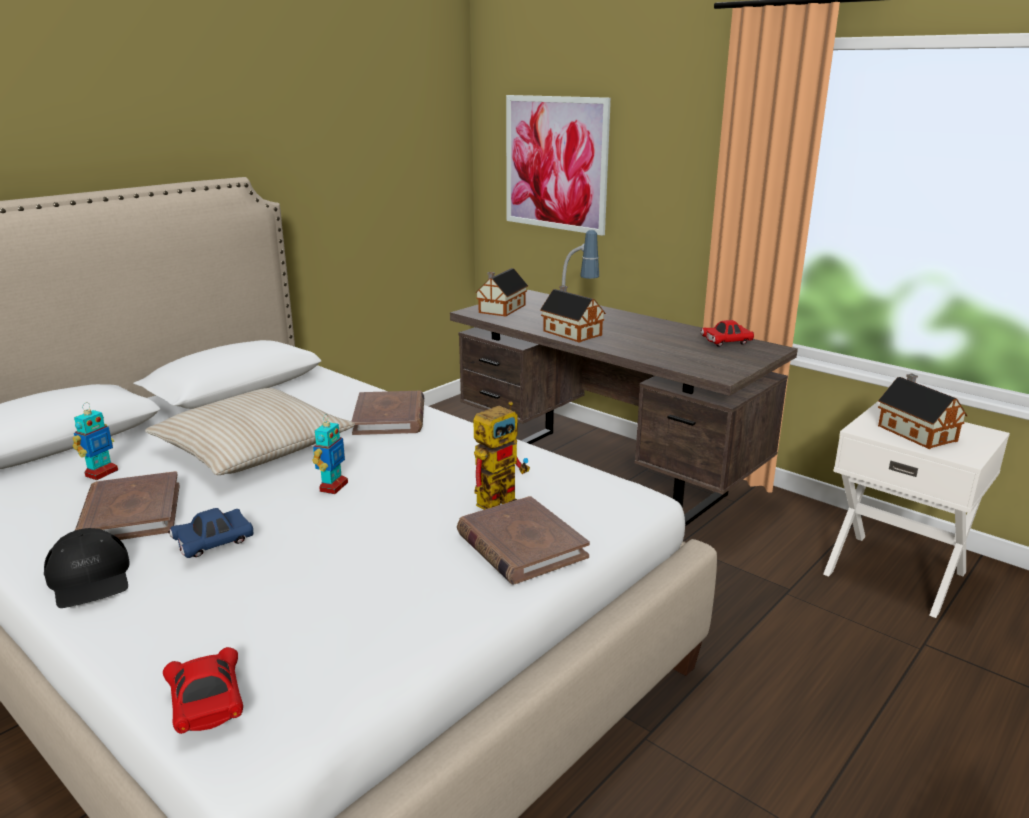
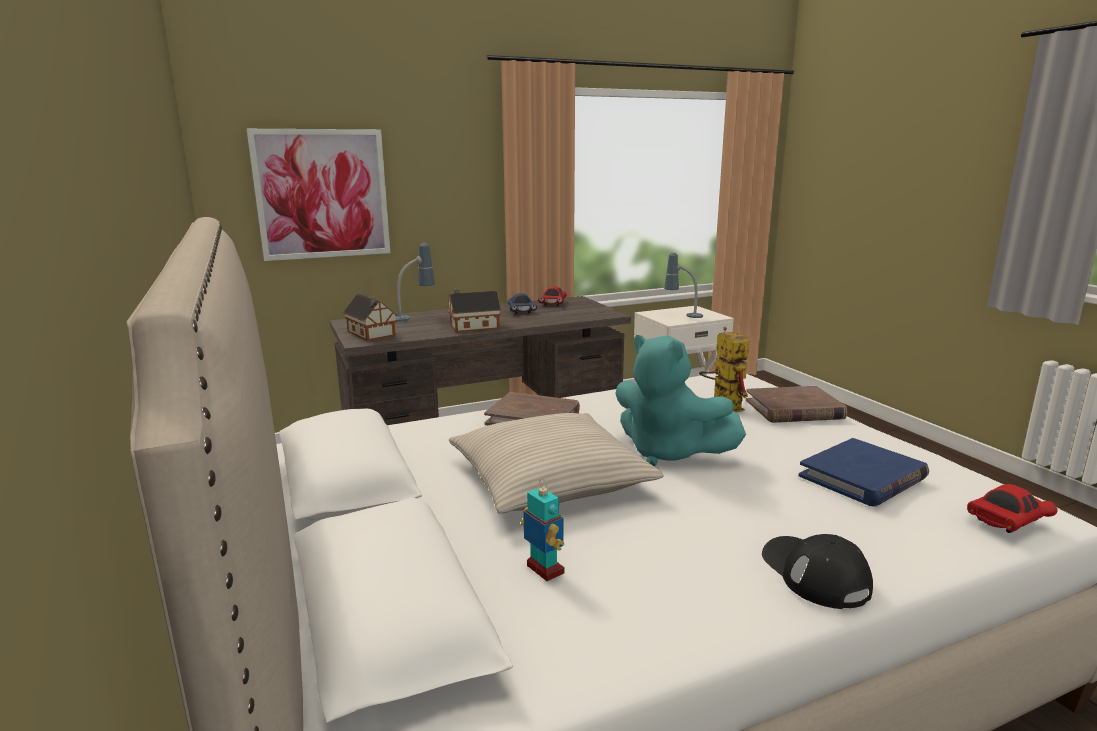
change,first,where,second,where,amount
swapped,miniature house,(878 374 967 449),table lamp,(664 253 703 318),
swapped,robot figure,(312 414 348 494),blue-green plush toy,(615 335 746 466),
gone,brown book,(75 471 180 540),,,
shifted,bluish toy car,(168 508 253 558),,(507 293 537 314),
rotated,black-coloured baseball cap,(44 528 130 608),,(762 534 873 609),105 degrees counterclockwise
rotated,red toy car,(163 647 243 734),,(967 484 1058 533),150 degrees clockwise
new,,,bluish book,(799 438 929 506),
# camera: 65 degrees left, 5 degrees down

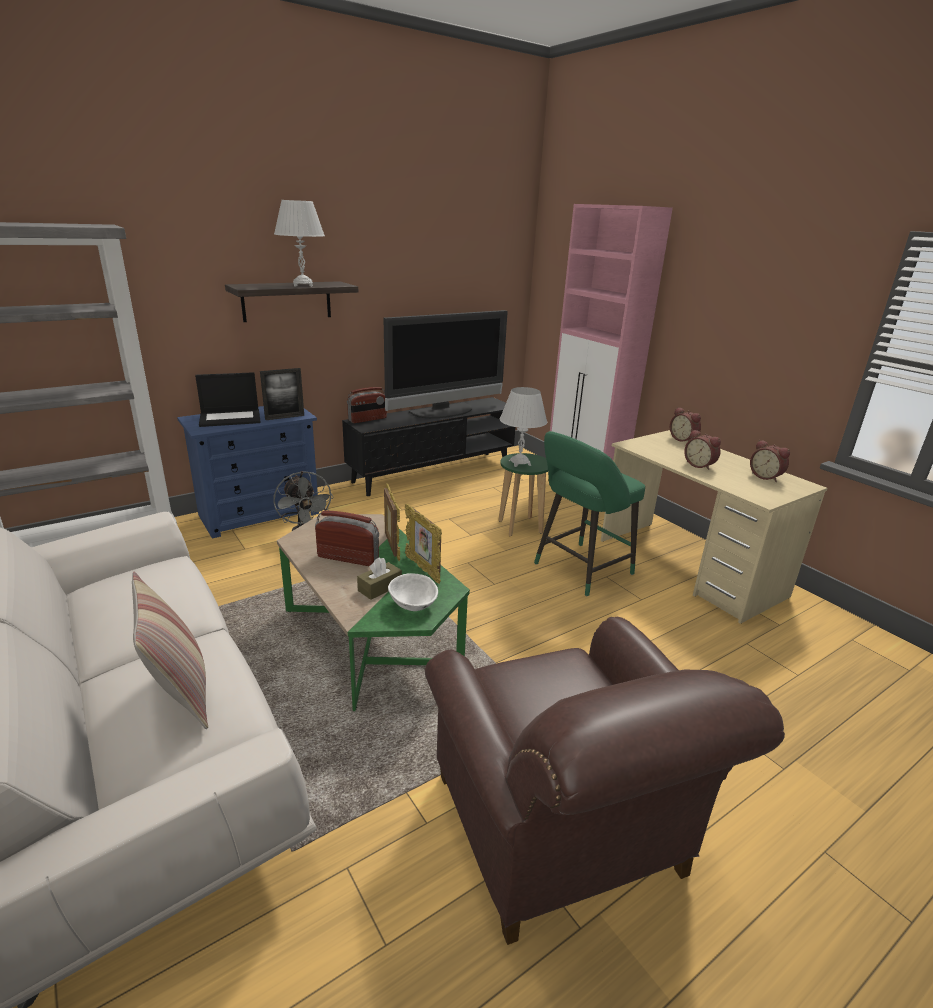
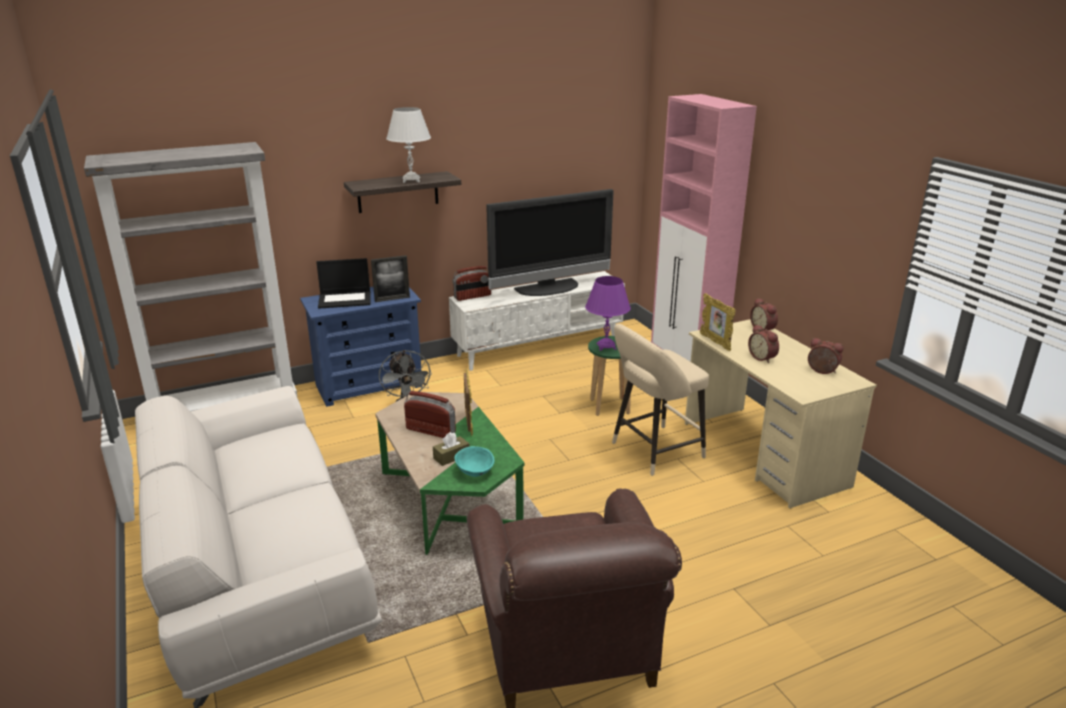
change,first,where,second,where,amount
repainted,white table lamp,(500 387 547 467),purple-coloured table lamp,(585 276 631 351),
repainted,black-coloured tv stand,(342 397 515 496),white tv stand,(449 271 625 371),
repainted,green stool seat,(534 431 645 596),sand-coloured stool seat,(612 324 709 476),
rotated,bedside clock,(750 440 790 482),,(808 338 844 374),150 degrees clockwise
shifted,photo frame,(405 504 442 584),,(700 293 735 351),
gone,pillow,(132 572 208 729),,,
repainted,white bowl,(388 573 438 611),blue-green bowl,(454 446 495 477),
# camera: 10 degrees right, 0 degrees up

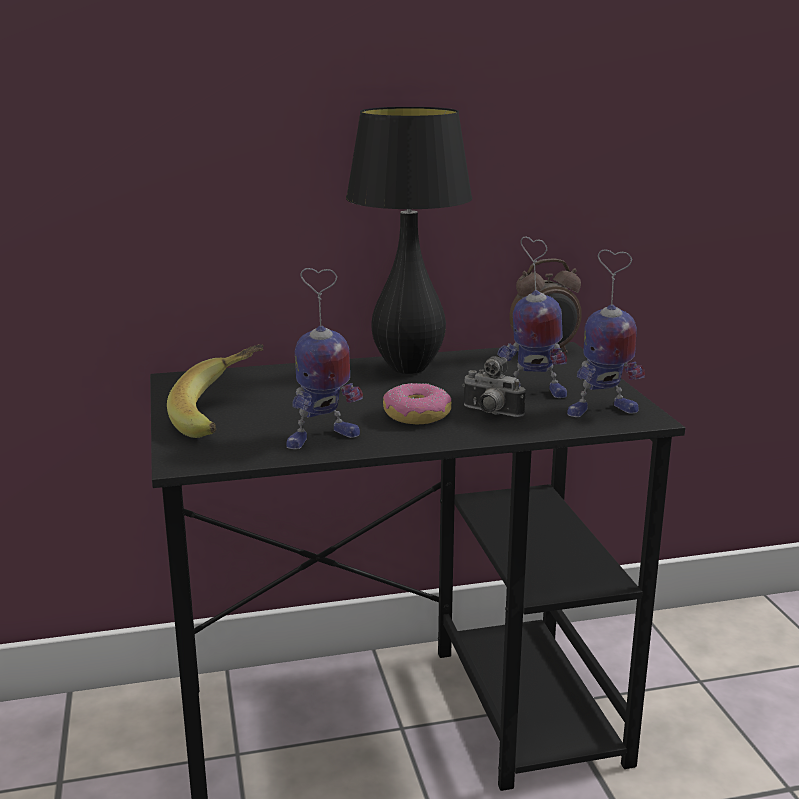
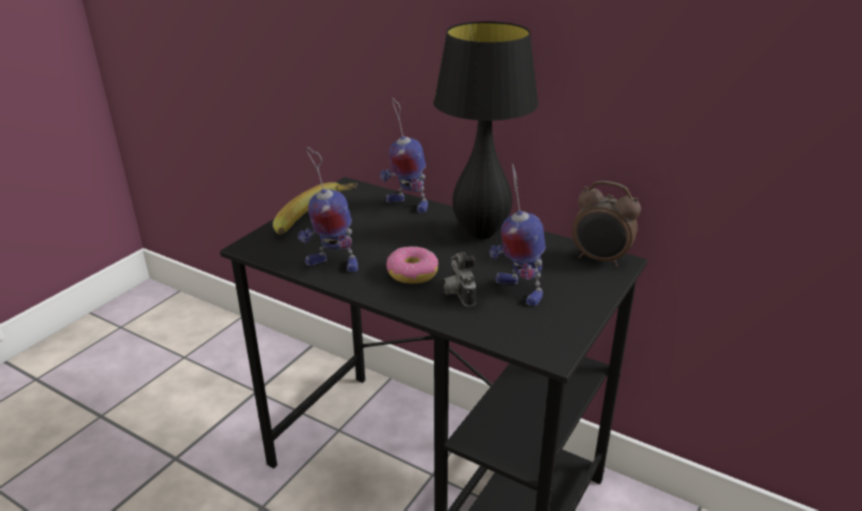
change,first,where,second,where,amount
shifted,robot figure,(567 249 645 417),,(380 98 428 213),
# camera: 45 degrees right, 10 degrees up

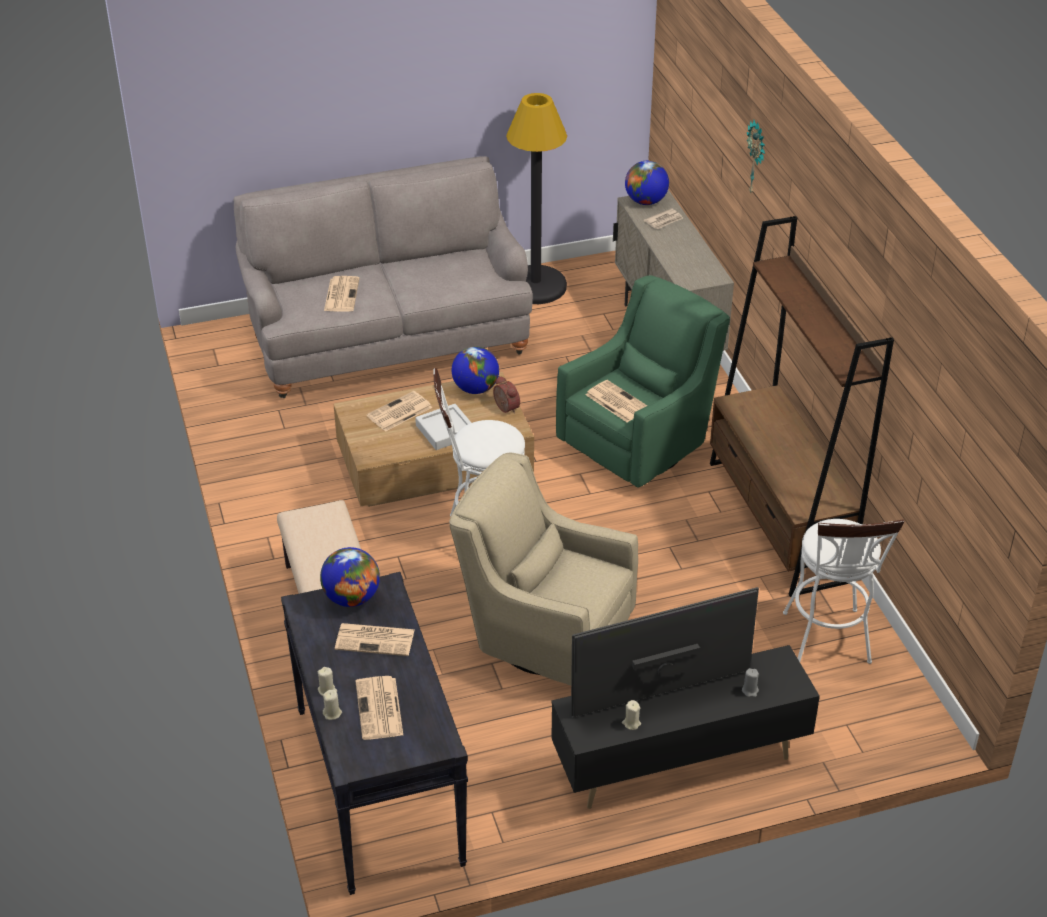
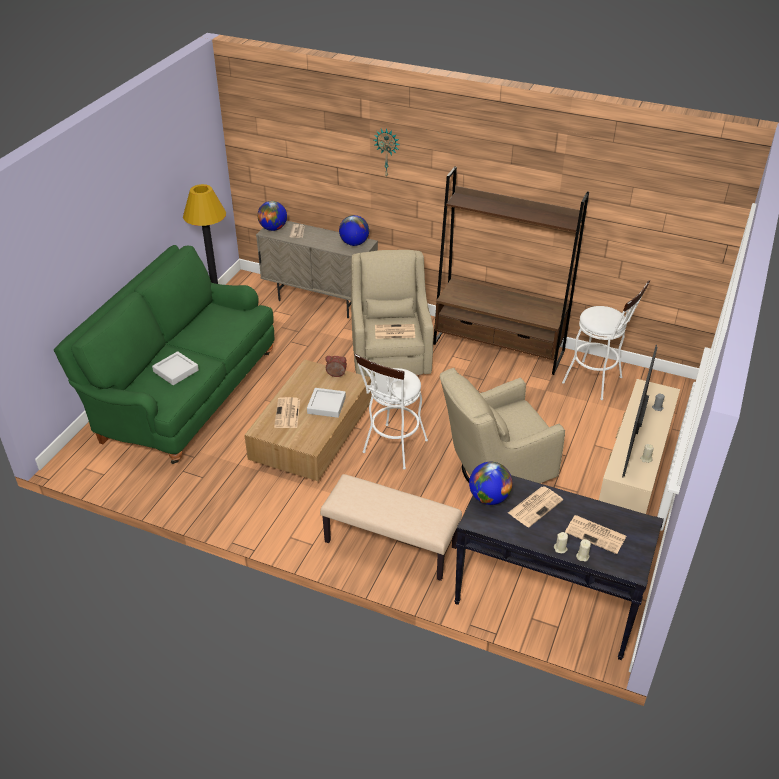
change,first,where,second,where,amount
repainted,grey sofa,(234 156 533 398),green sofa,(54 245 274 464),
repainted,green easy chair,(556 275 730 488),sand-coloured easy chair,(351 250 434 377),
swapped,newspaper,(324 276 359 312),grey carrying tray,(152 351 199 385),
shifted,globe,(452 346 499 394),,(339 215 369 246),
repainted,black-coloured tv stand,(551 645 820 809),sand-coloured tv stand,(599 379 680 514),
# camera: 50 degrees left, 0 degrees up

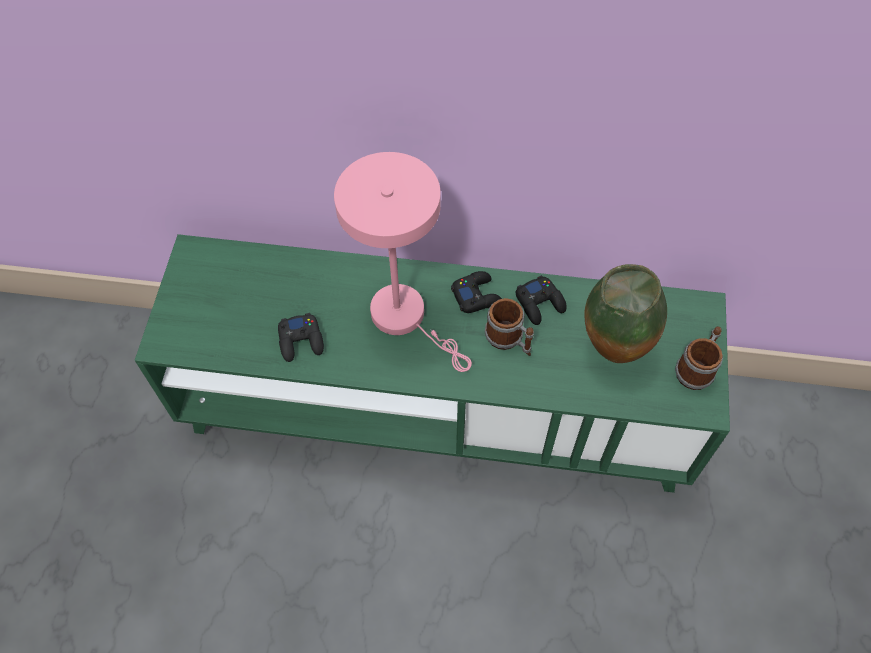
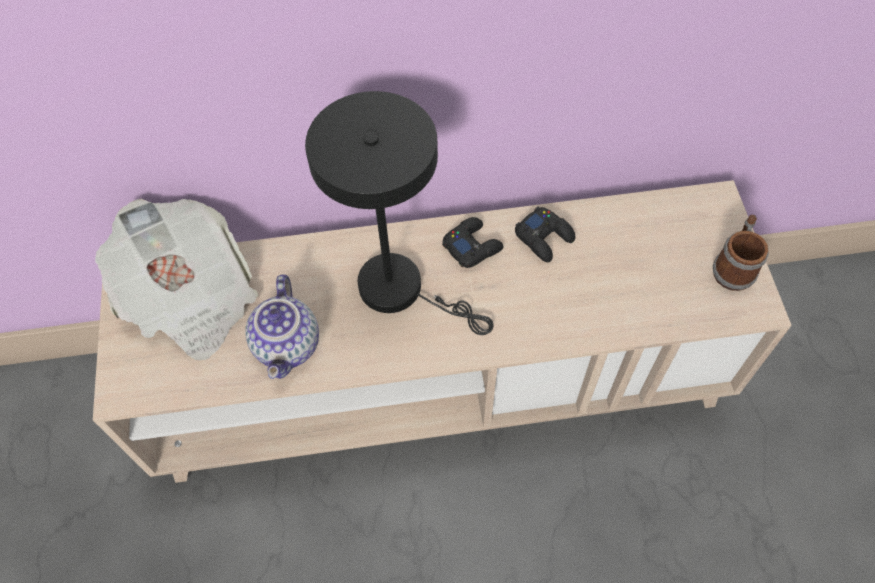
change,first,where,second,where,amount
repainted,pink-coloured table lamp,(334 152 472 372),black-coloured table lamp,(305 91 493 335),
repainted,green tv stand,(135 234 730 493),sand-coloured tv stand,(93 180 792 483),
gone,vase,(584 264 667 363),,,
gone,coffee mug,(485 298 534 356),,,
swapped,black-coloured game controller,(278 313 324 362),teapot,(245 274 319 379),
new,,,newspaper,(95 199 258 361),
# camera: 15 degrees left, 0 degrees up

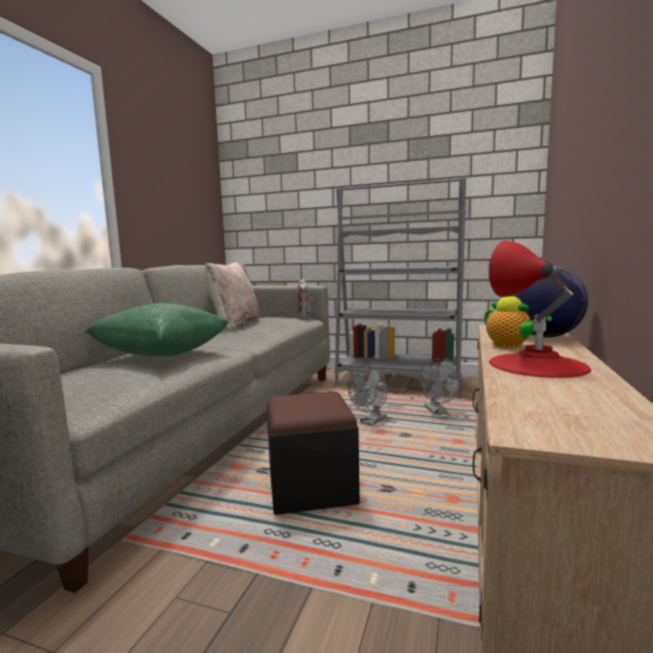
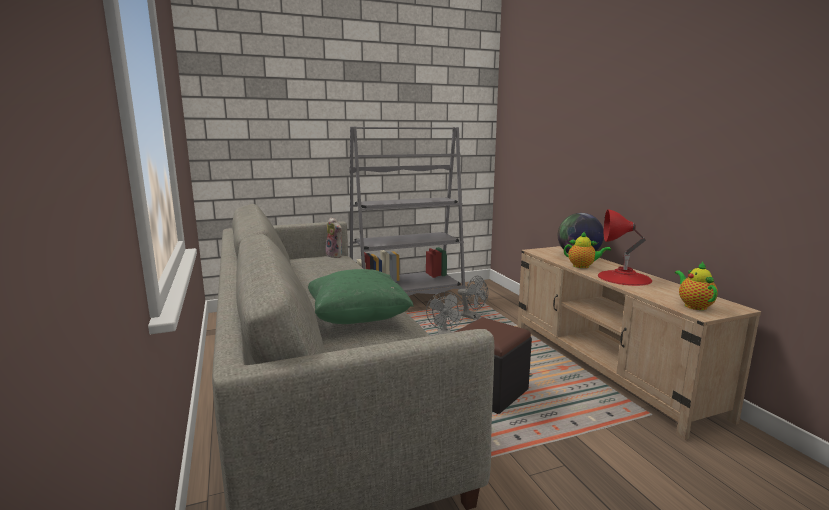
change,first,where,second,where,amount
gone,sand-coloured pillow,(204 262 260 331),,,
new,,,teapot,(675 261 718 310),
# camera: 40 degrees left, 5 degrees up

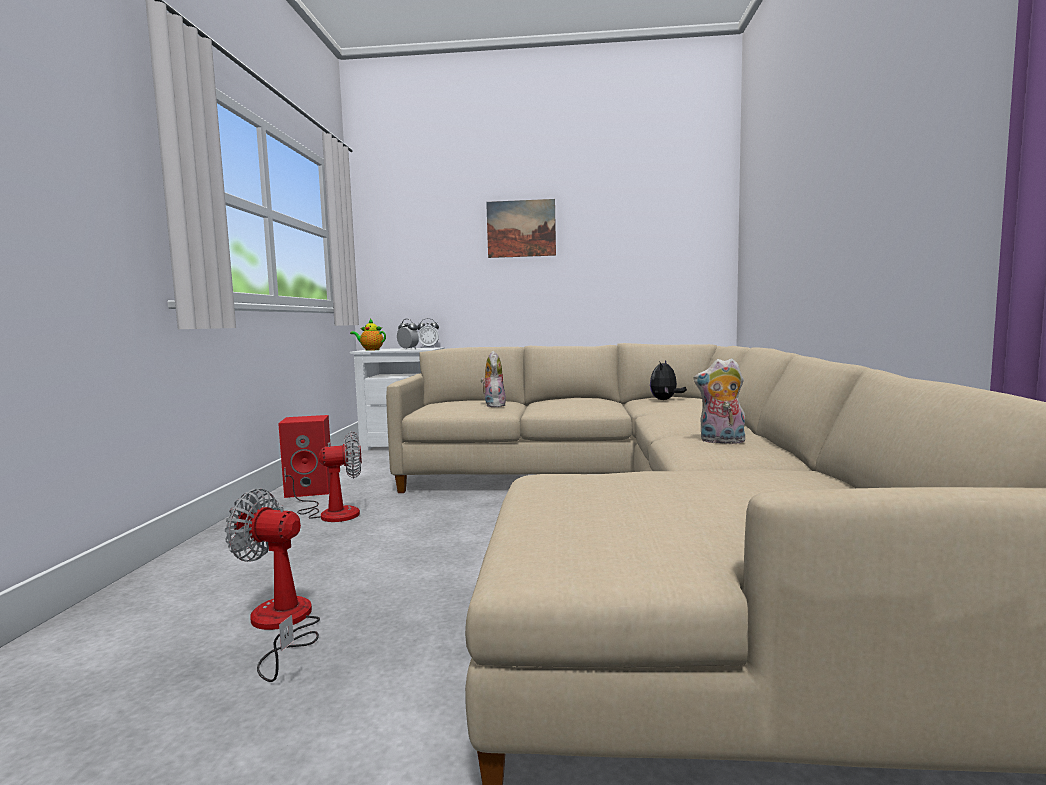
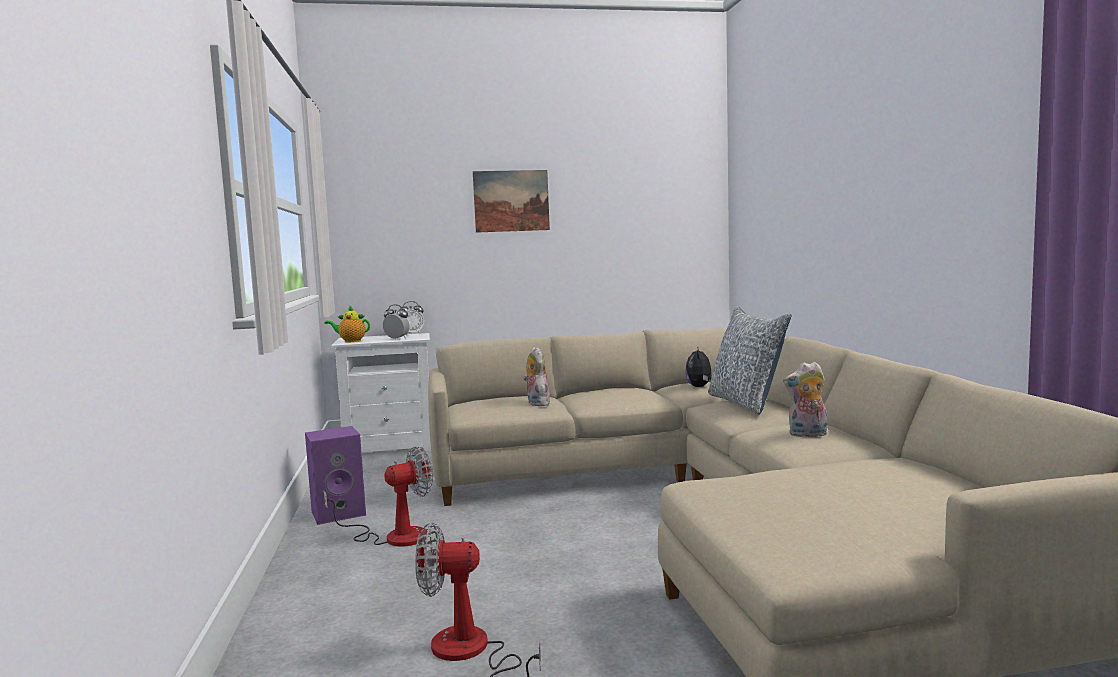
change,first,where,second,where,amount
repainted,red speaker,(278 415 331 498),purple-coloured speaker,(305 426 366 525),
new,,,pillow,(708 307 792 415),
# camera: 15 degrees left, 0 degrees up

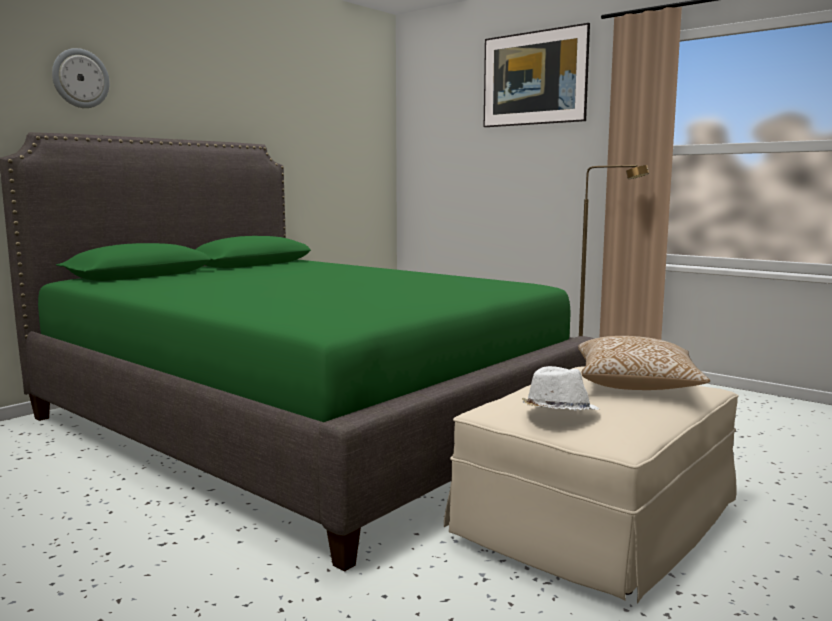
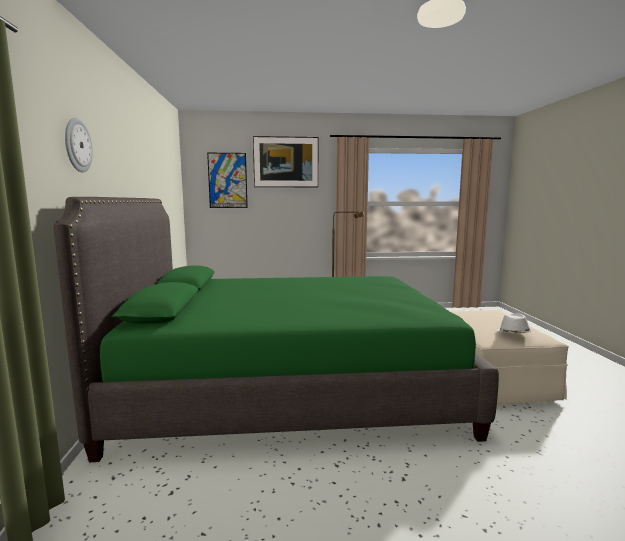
change,first,where,second,where,amount
gone,pillow,(578 336 710 390),,,
new,,,wall picture,(207 153 248 208),
# camera: 45 degrees left, 0 degrees up

